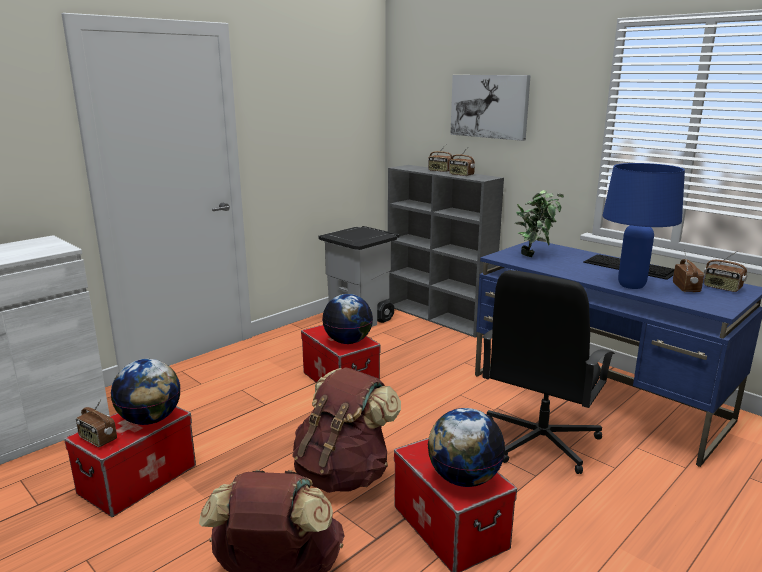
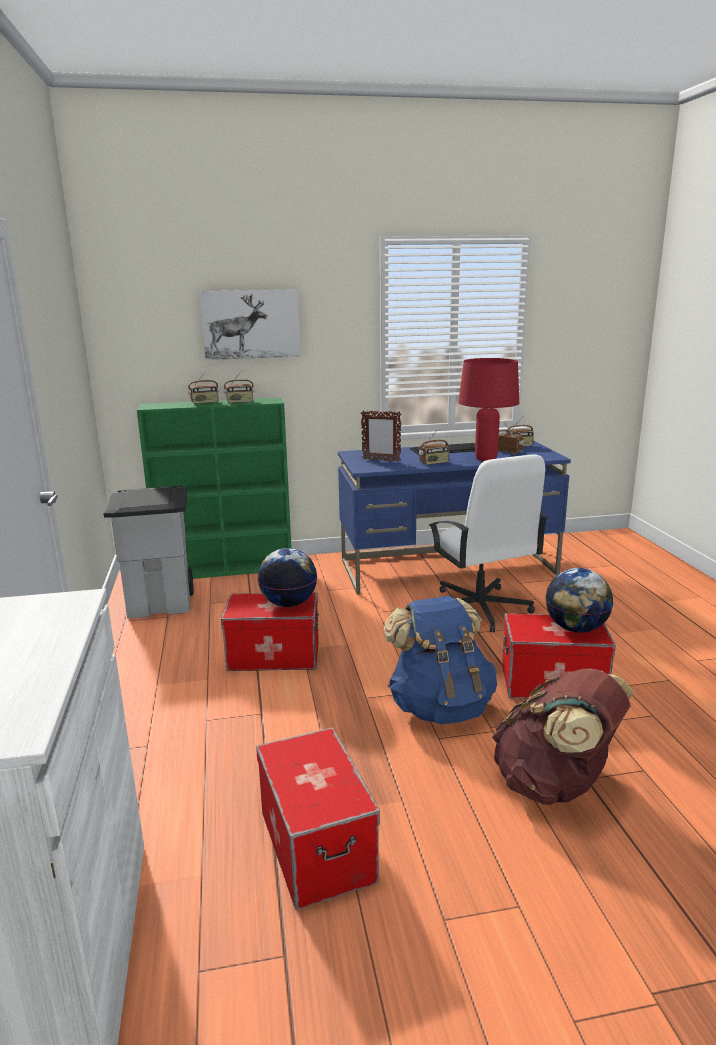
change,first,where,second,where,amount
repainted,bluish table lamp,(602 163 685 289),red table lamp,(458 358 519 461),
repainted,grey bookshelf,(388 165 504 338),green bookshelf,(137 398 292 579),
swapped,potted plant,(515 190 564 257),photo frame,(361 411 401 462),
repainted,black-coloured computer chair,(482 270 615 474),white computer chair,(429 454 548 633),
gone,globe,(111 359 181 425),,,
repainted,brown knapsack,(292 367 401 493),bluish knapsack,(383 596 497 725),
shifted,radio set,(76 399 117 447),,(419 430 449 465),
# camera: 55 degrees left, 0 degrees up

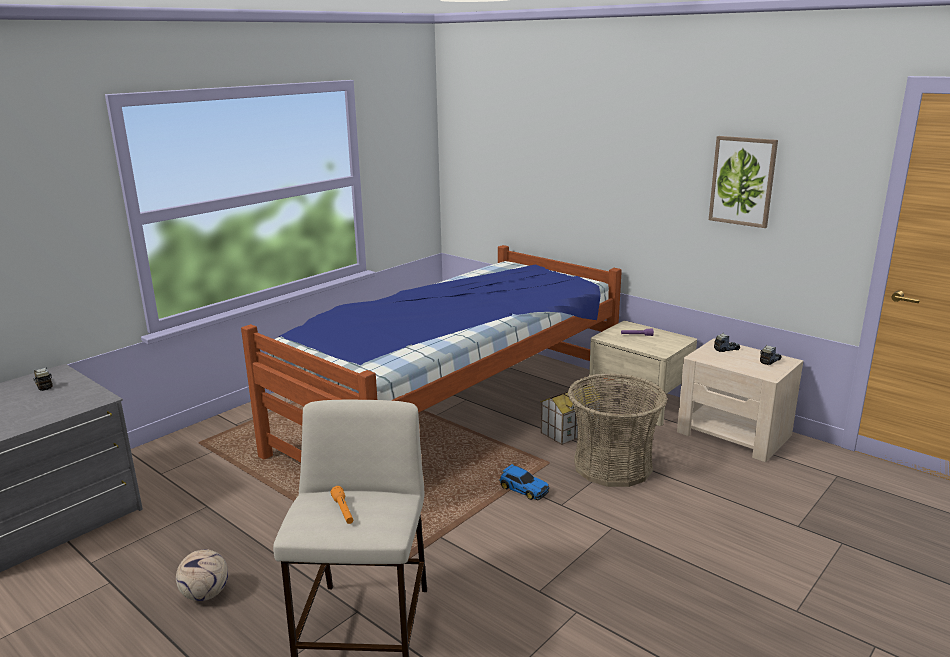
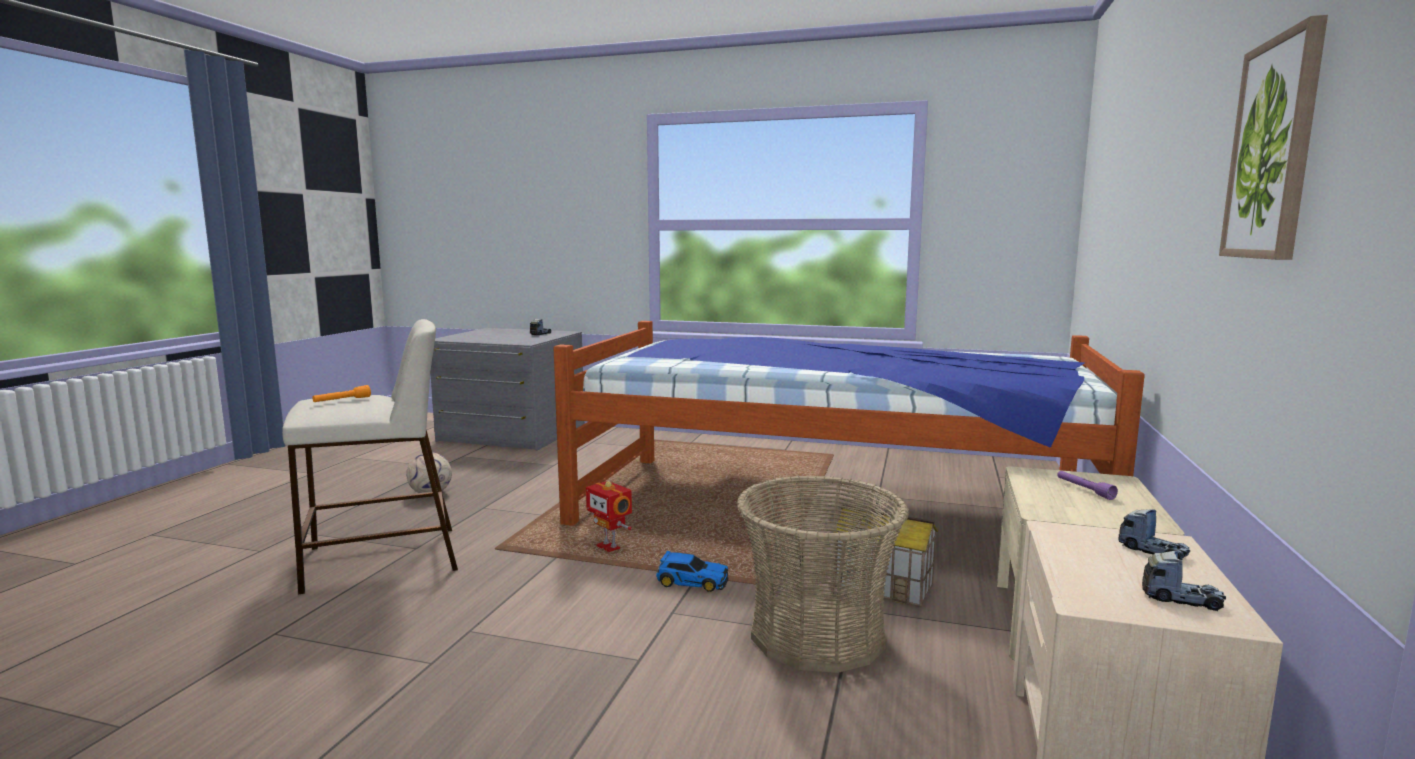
change,first,where,second,where,amount
rotated,toy car,(499 464 549 500),,(656 551 729 592),90 degrees counterclockwise
new,,,robot figure,(586 481 632 552),
# camera: 65 degrees right, 10 degrees down

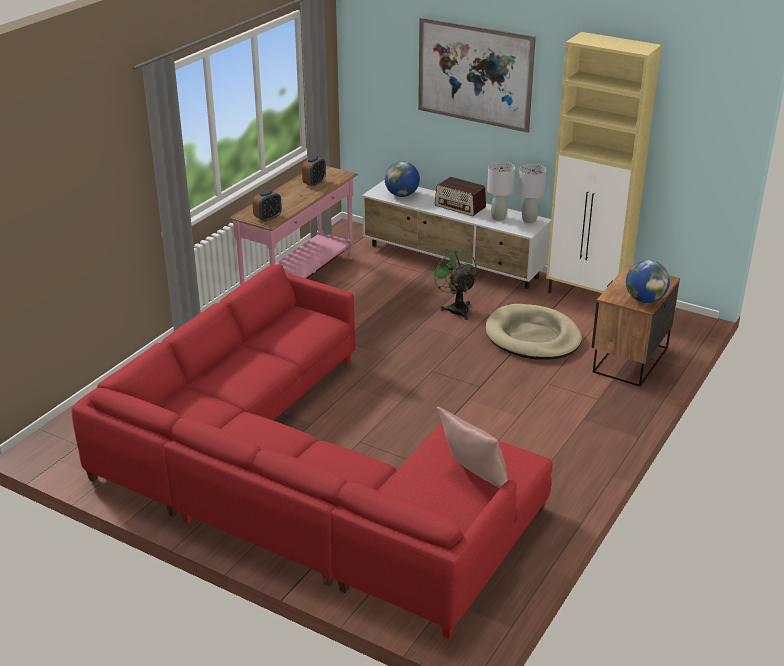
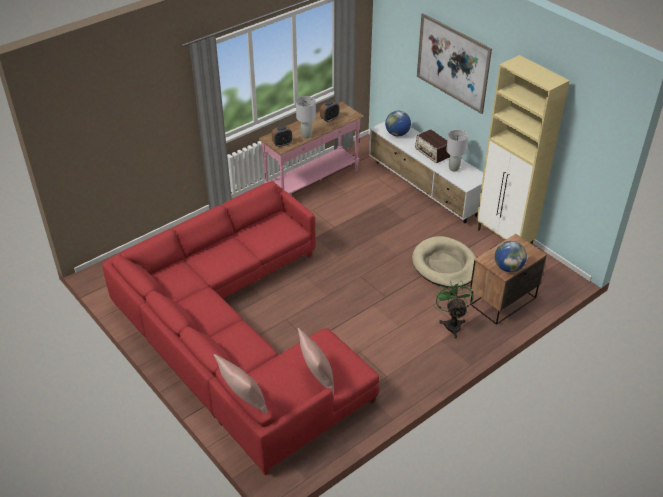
change,first,where,second,where,amount
shifted,grey table lamp,(518 164 547 223),,(296 96 316 139),
shifted,green fan,(431 248 476 320),,(435 281 474 338),
new,,,pink-coloured pillow,(214 354 268 414),
# camera: 20 degrees right, 10 degrees up

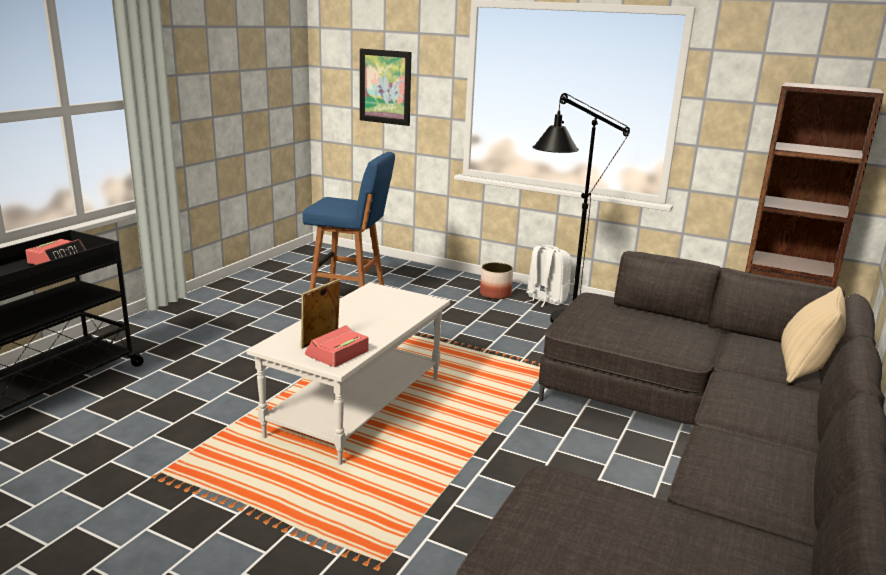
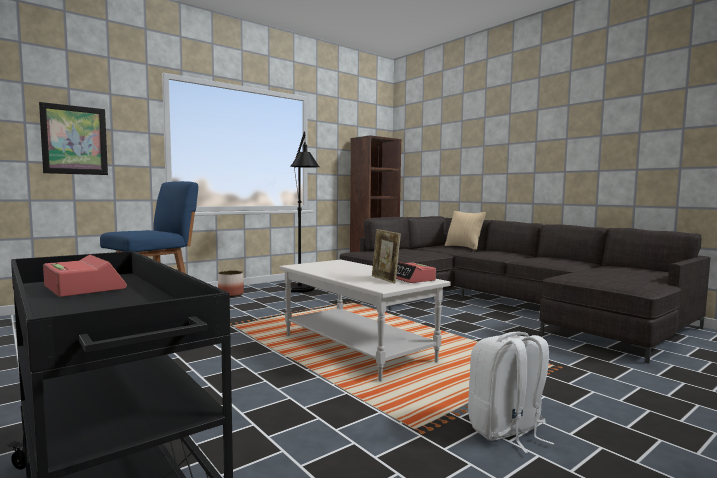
change,first,where,second,where,amount
shifted,white knapsack,(525 245 572 307),,(468 332 554 453),
# camera: 65 degrees left, 15 degrees down

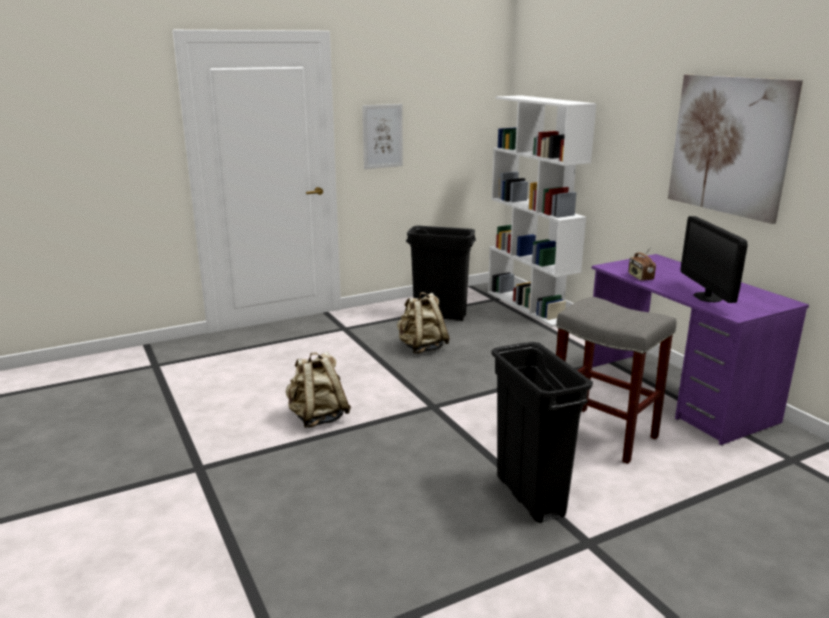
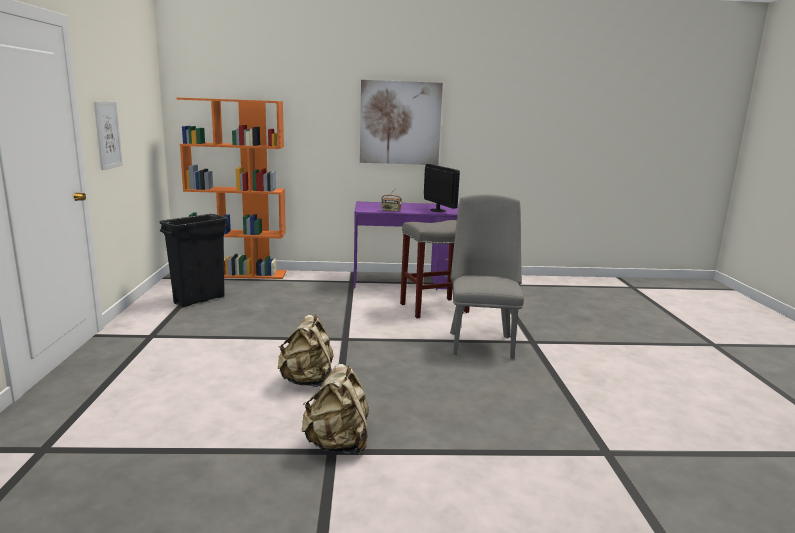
change,first,where,second,where,amount
repainted,white bookshelf,(488 95 597 327),orangey bookshelf,(177 98 286 279),
rotated,computer screen,(681 216 748 303),,(424 164 460 212),135 degrees counterclockwise
shifted,sand-coloured knapsack,(397 292 450 354),,(302 364 369 455),
swapped,black-coloured trash can,(491 342 593 523),grey plain chair,(450 194 524 359),
# camera: 65 degrees left, 5 degrees down

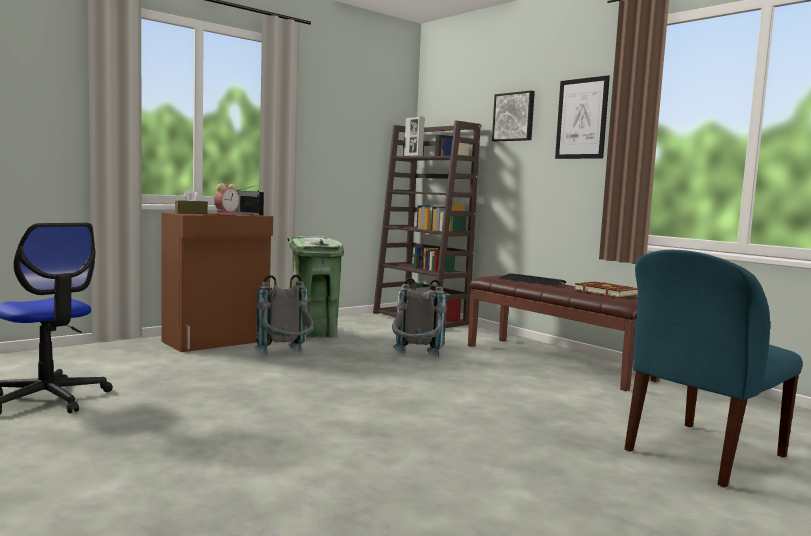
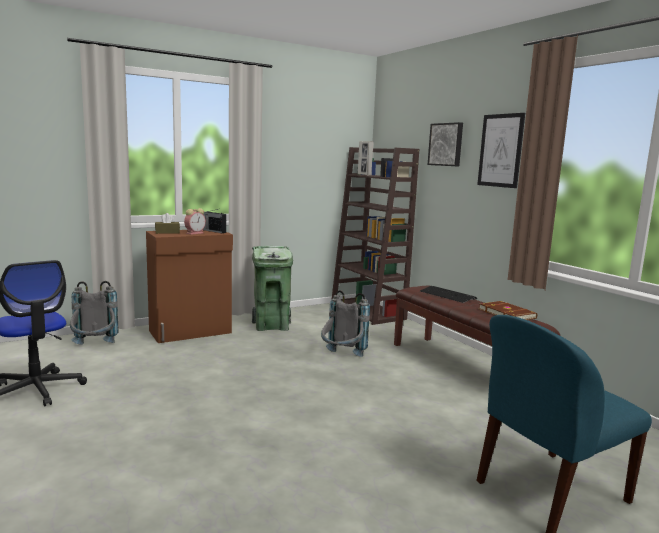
change,first,where,second,where,amount
shifted,grey knapsack,(253 275 314 354),,(70 281 119 345),
# camera: 10 degrees right, 5 degrees up

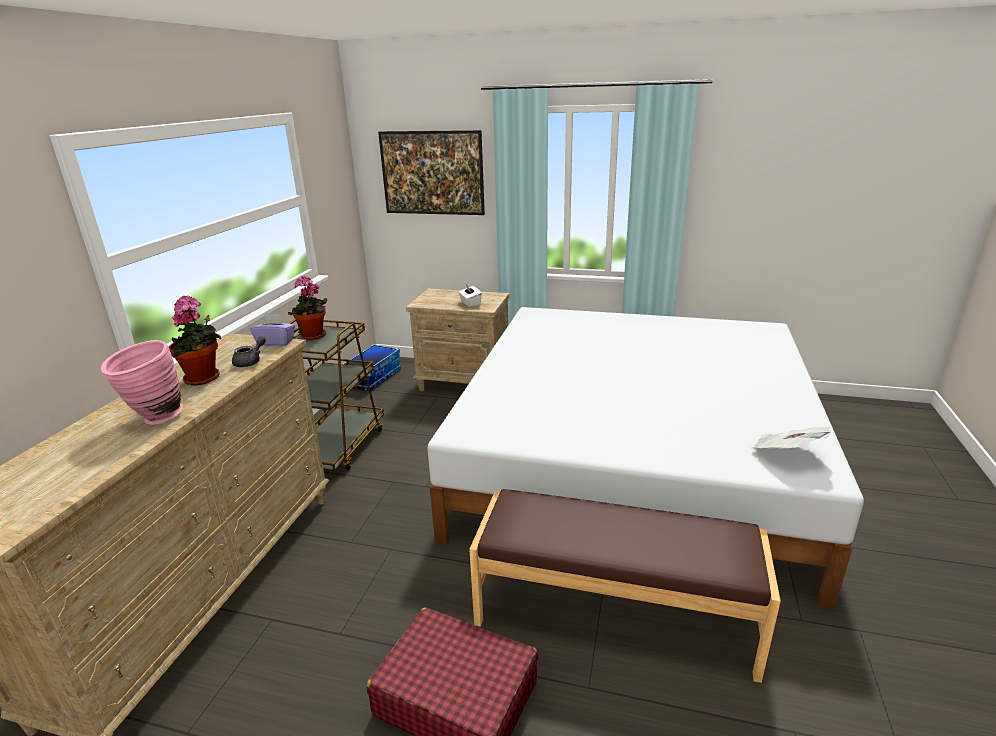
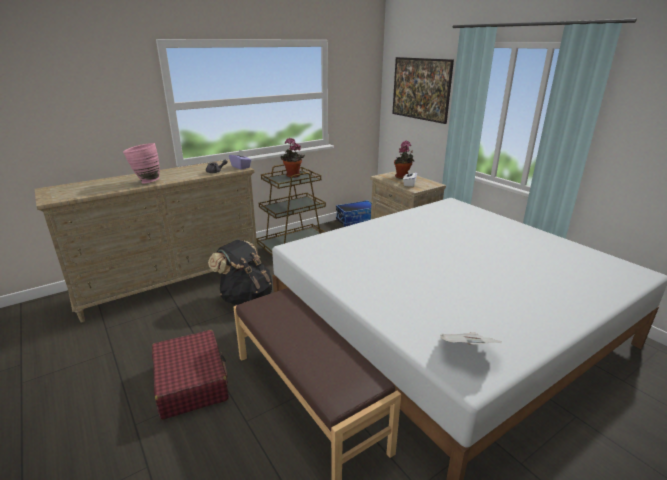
change,first,where,second,where,amount
shifted,potted plant,(169 296 221 386),,(394 140 414 179),
new,,,black-coloured knapsack,(208 240 272 305),
# camera: 40 degrees right, 0 degrees up

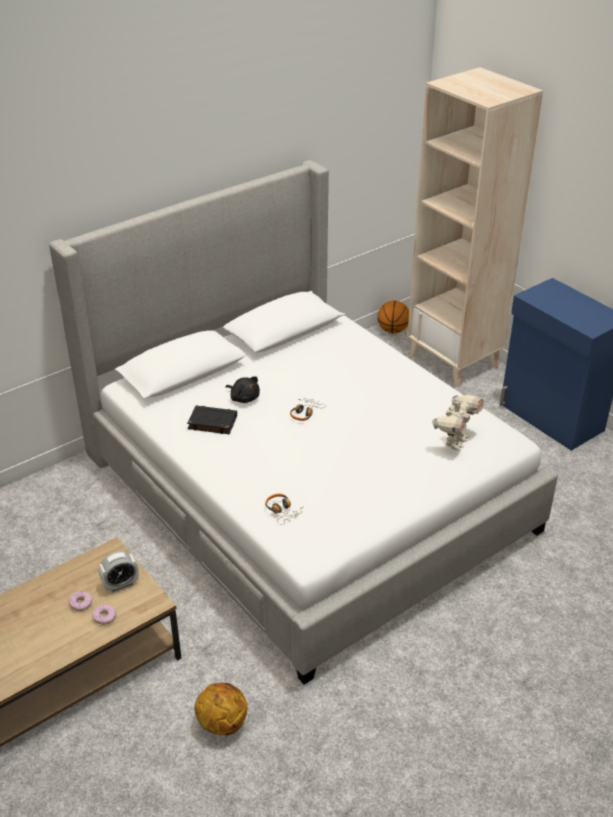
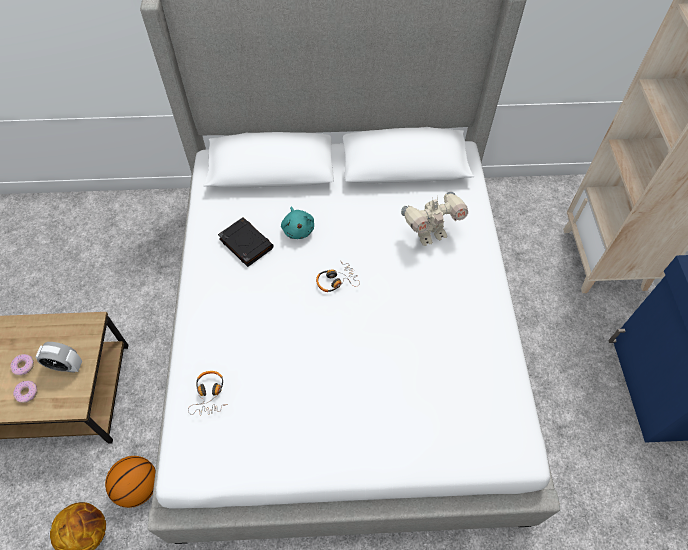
change,first,where,second,where,amount
shifted,basketball ball,(377 301 409 333),,(105 456 156 508),
repainted,black-coloured plush toy,(226 376 260 403),blue-green plush toy,(281 206 314 239),
shifted,robot figure,(432 395 484 451),,(401 191 468 246),
# camera: 35 degrees right, 20 degrees up

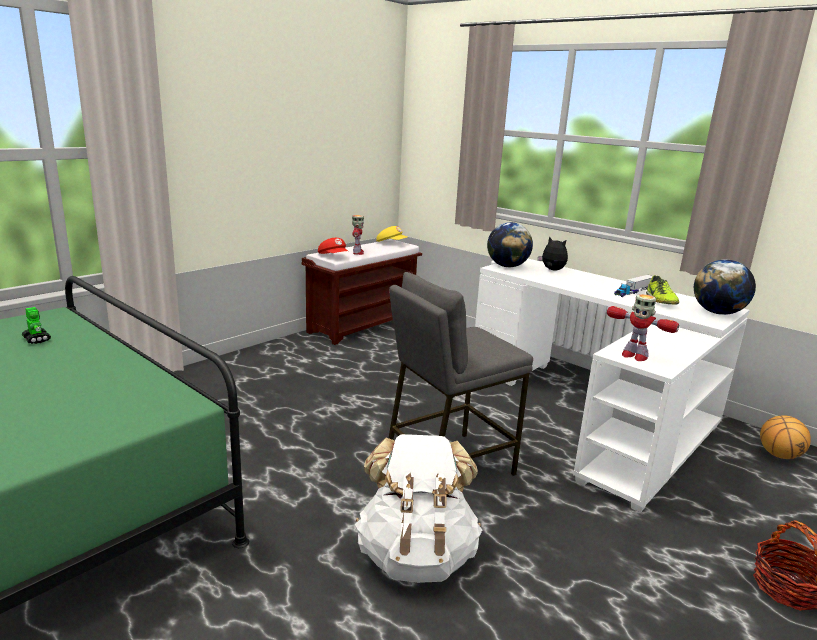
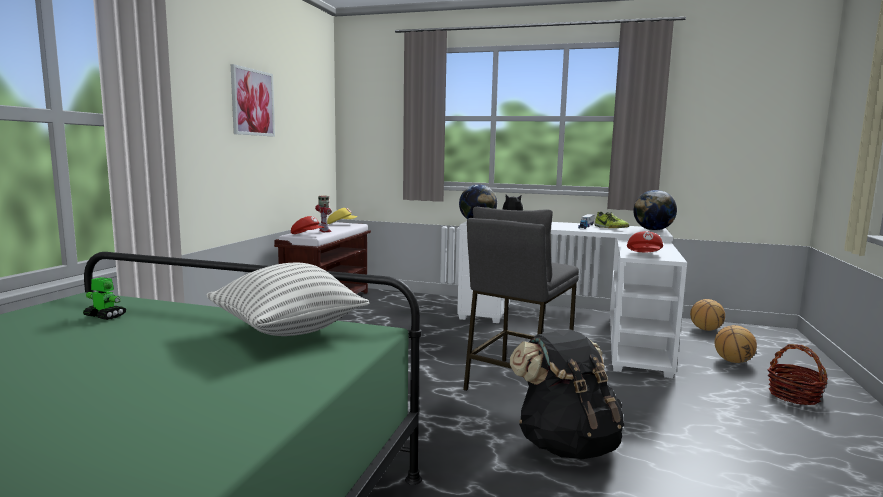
change,first,where,second,where,amount
swapped,robot figure,(607 294 679 361),red baseball cap,(627 231 663 252),
repainted,white knapsack,(355 434 482 583),black-coloured knapsack,(510 330 624 460),
new,,,wall picture,(231 64 275 137),
new,,,pillow,(206 263 369 336),
new,,,basketball ball,(715 325 757 363),
# camera: 25 degrees left, 10 degrees down

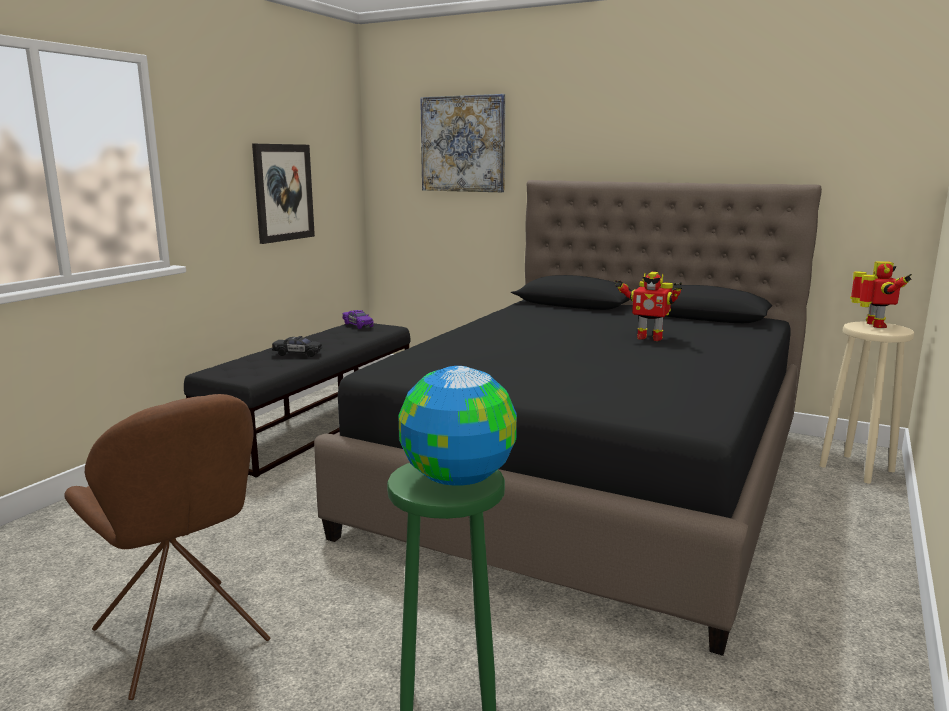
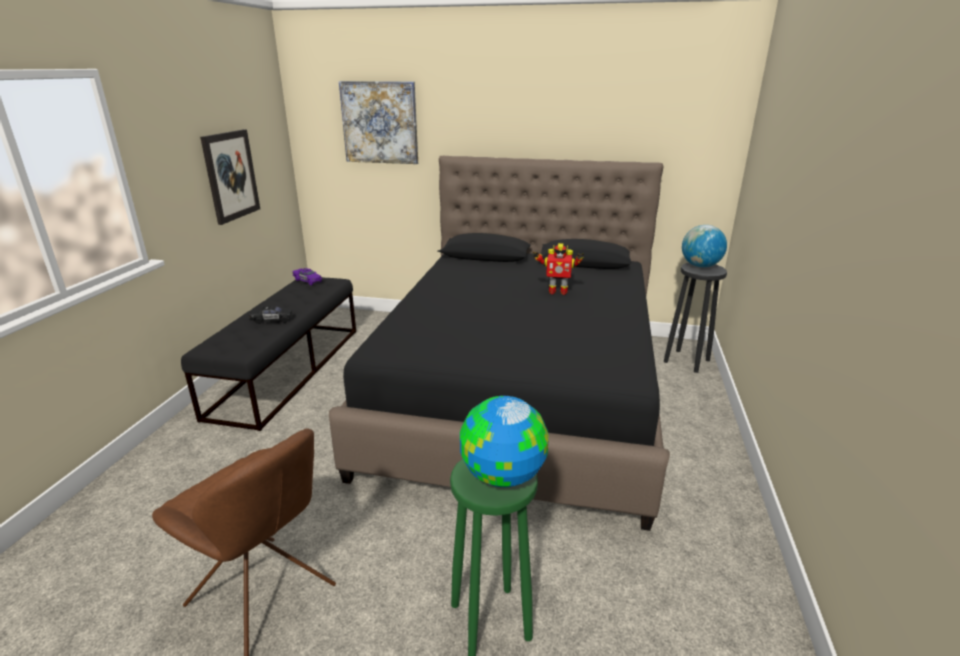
change,first,where,second,where,amount
swapped,robot figure,(850 261 912 328),globe,(682 225 727 267),
repainted,sand-coloured stool seat,(819 322 914 484),black-coloured stool seat,(664 263 727 373),
# camera: 15 degrees left, 10 degrees up

